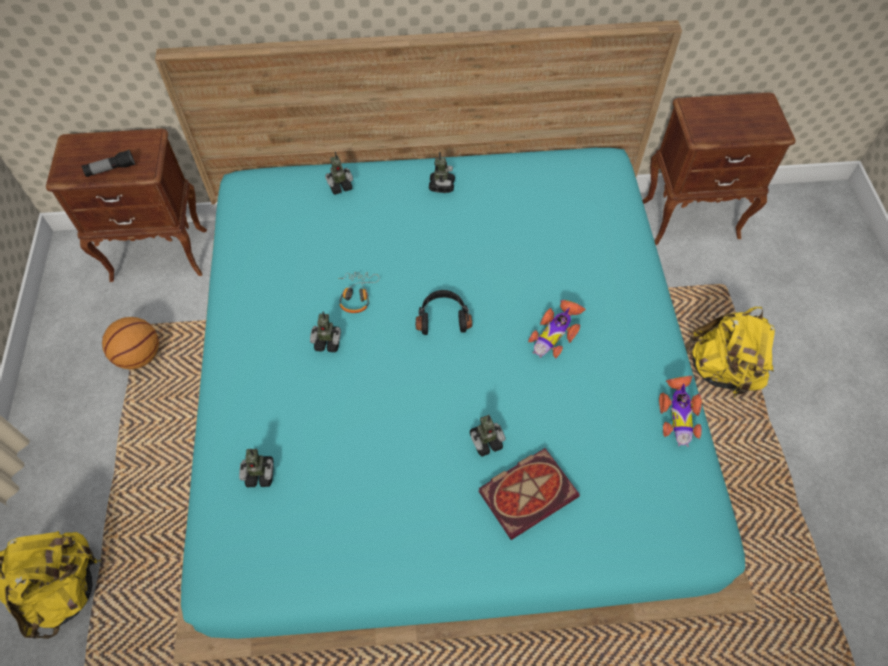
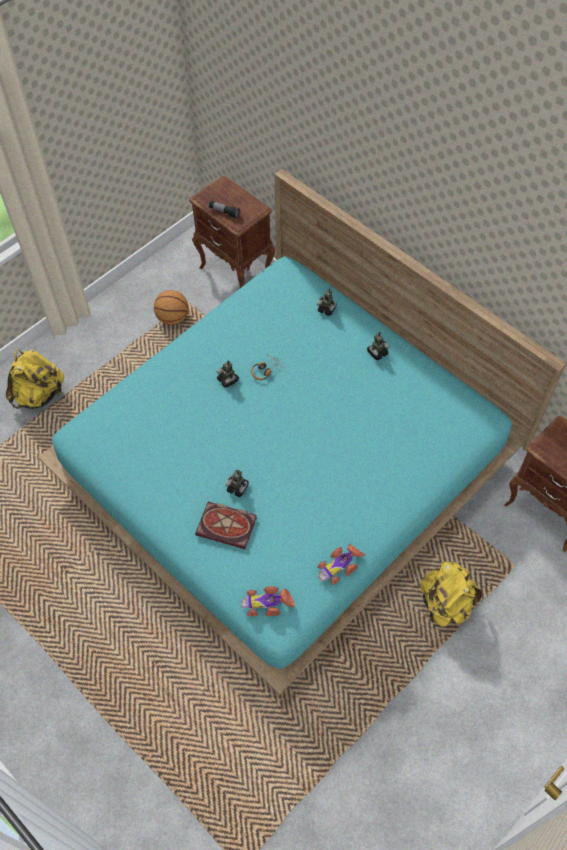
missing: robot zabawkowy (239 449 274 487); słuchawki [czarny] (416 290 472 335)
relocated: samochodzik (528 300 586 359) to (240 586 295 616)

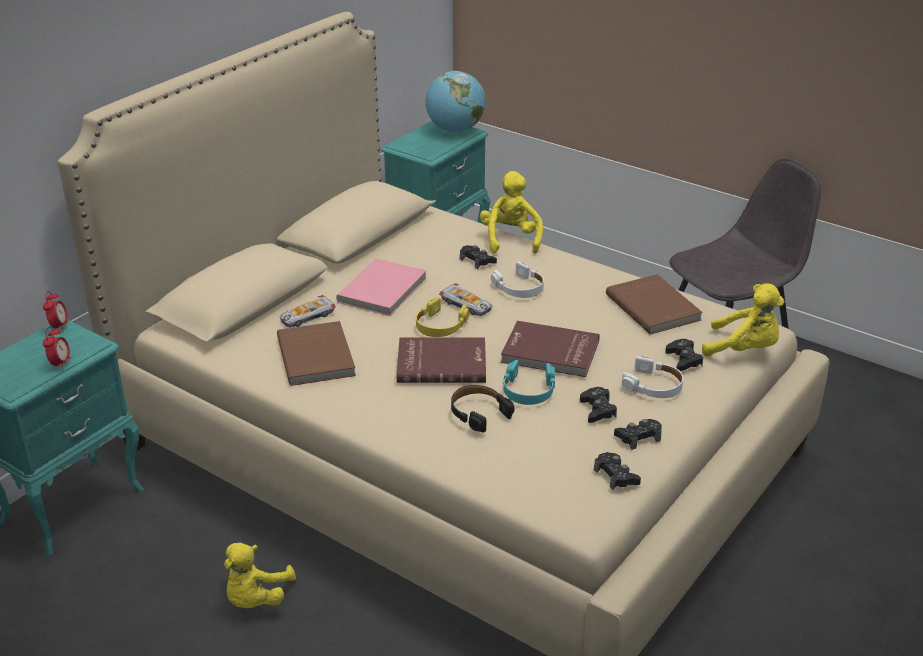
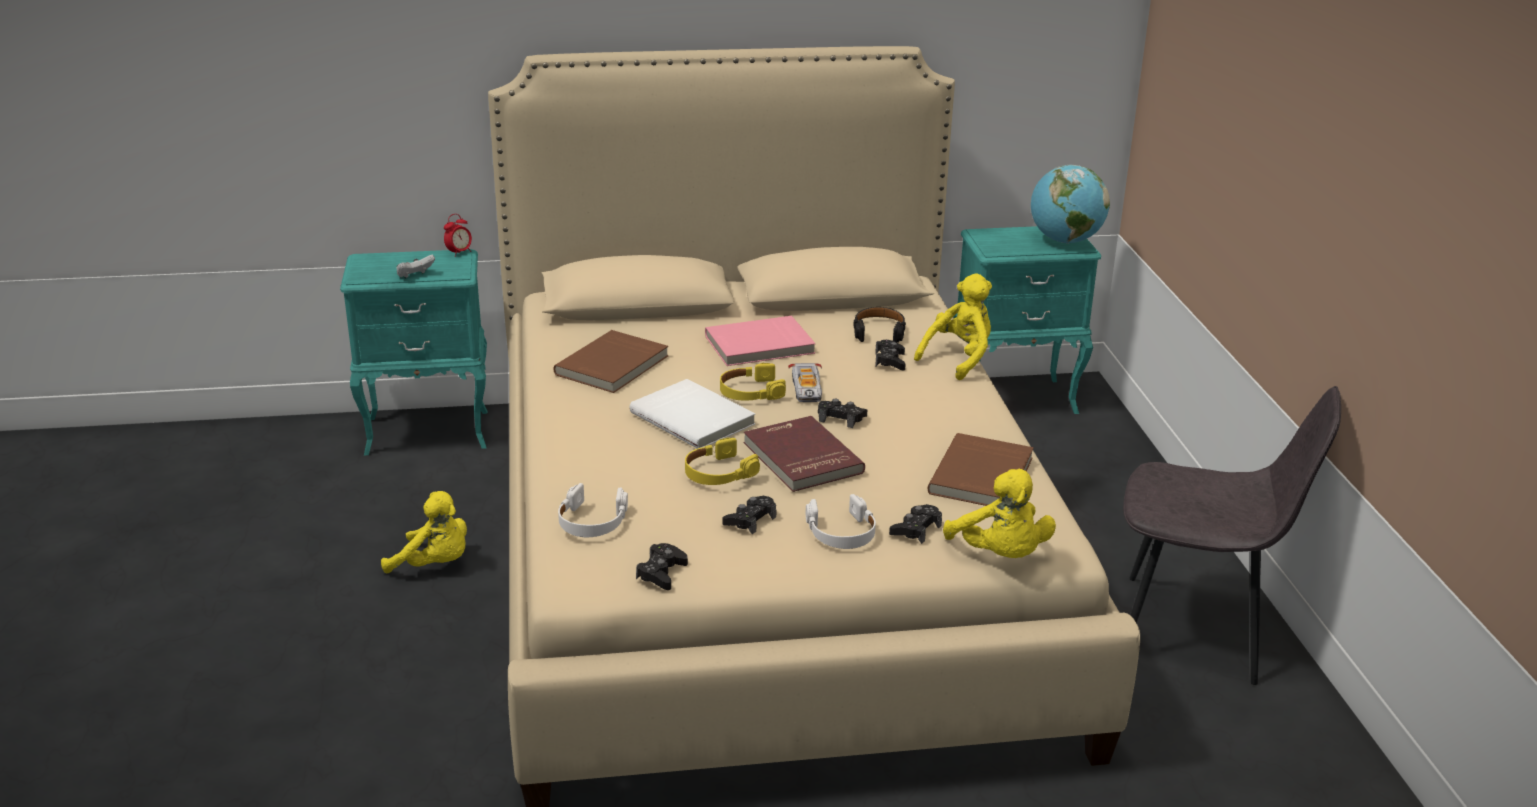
missing: samochodzik (280 295 336 328)
relocated: słuchawki [czarny] (451 385 514 433) to (854 307 906 343); słuchawki [biały] (491 261 544 298) to (558 483 628 537); pad do gier [czarny] (614 419 662 450) to (818 399 867 428)
exchanged: budzik (43 327 71 370) to pad do gier [biały] (397 255 435 278)
colour: książka [czerwony] (397 337 486 383) to książka [biały] (630 379 755 449); słuchawki [turkusowy] (503 360 555 405) to słuchawki [żółty] (685 438 760 485)
spun: pluszak [żółty] (224 543 296 608) = (381 491 467 574) 135 degrees counterclockwise

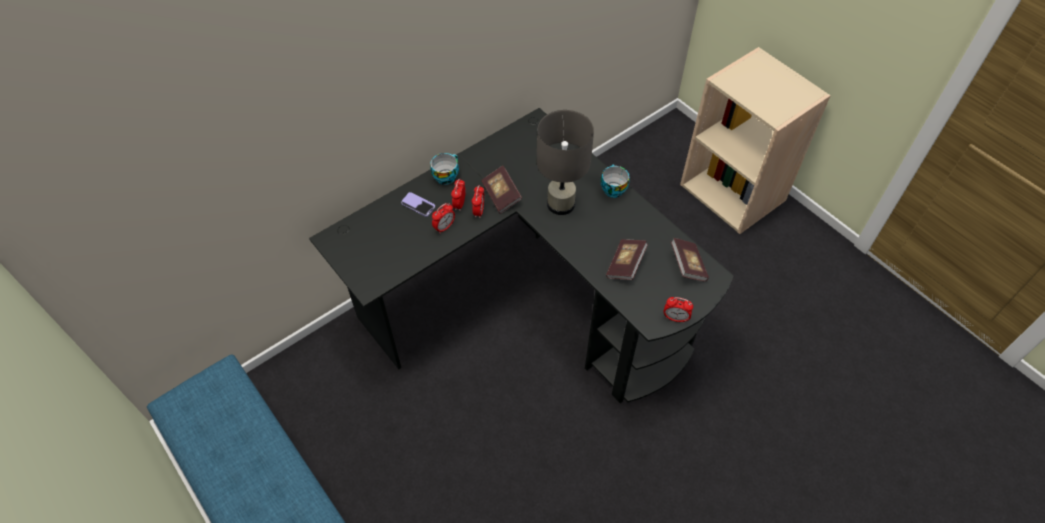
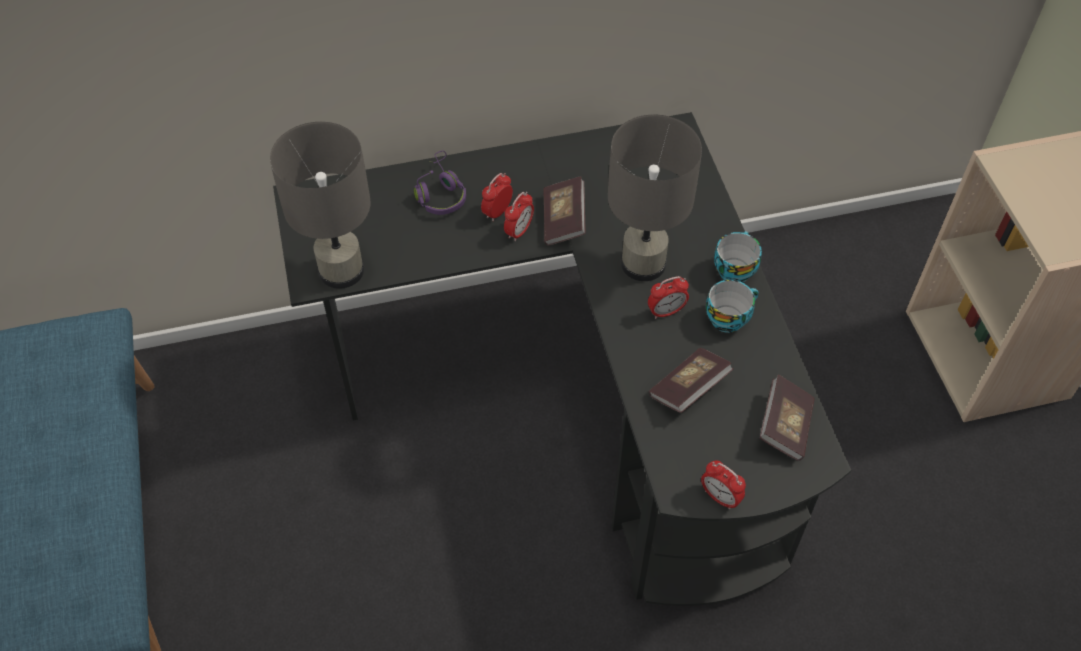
appeared: lampa stołowa [szary] (270 122 370 289)
relocated: filiżanka (430 153 459 185) to (706 280 759 333); budzik (432 203 455 234) to (648 276 689 319)
exchanged: telefon (401 192 435 217) to słuchawki [fioletowy] (414 151 466 215)

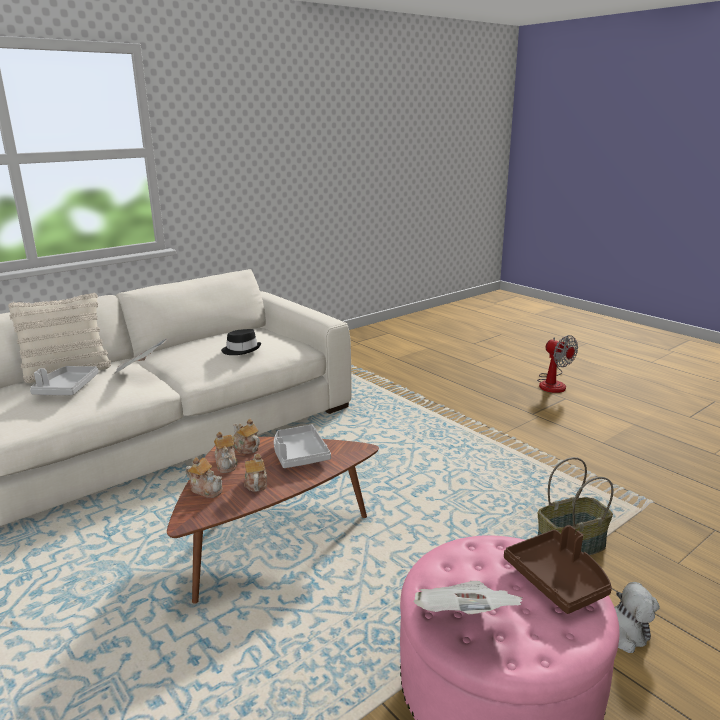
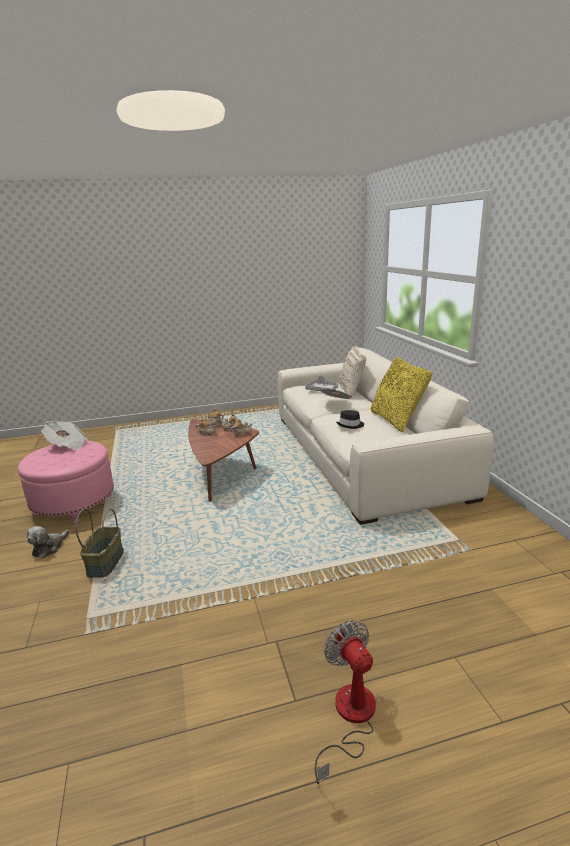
missing: taca [szary] (274 424 331 468); taca [brązowy] (504 525 612 614)
appeared: poduszka [żółty] (370 357 433 432)
spun: wentylator (537 335 578 393) = (315 620 376 784) 75 degrees clockwise

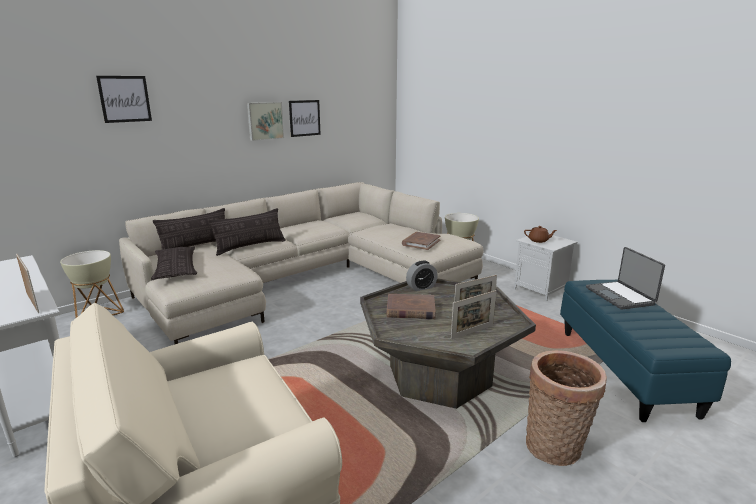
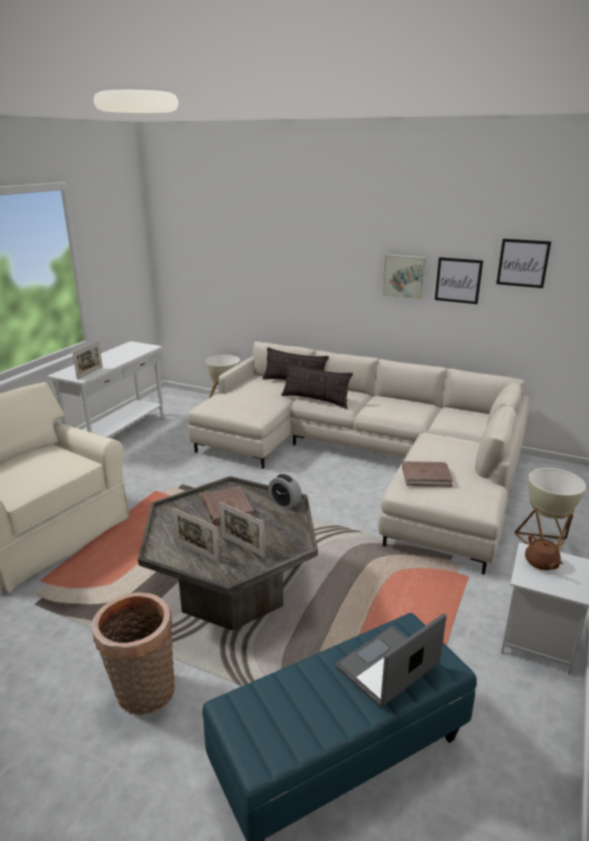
missing: poduszka (151 246 197 280)
relocated: obraz (96 76 152 123) to (496 239 551 288)

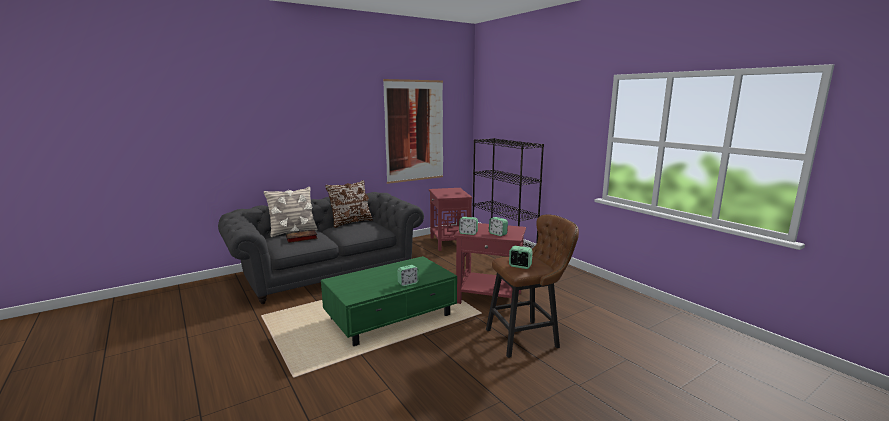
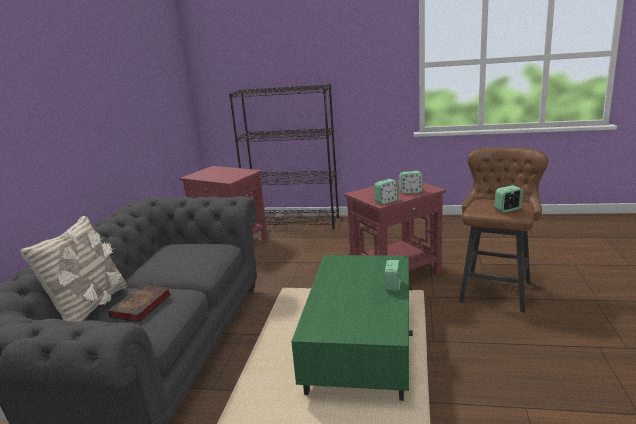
missing: poduszka [brązowy] (325 180 373 228); obraz (383 79 443 184)

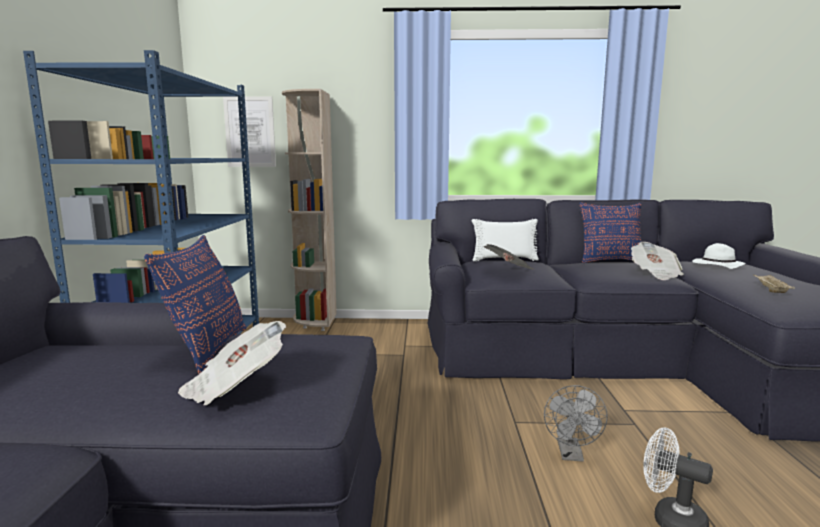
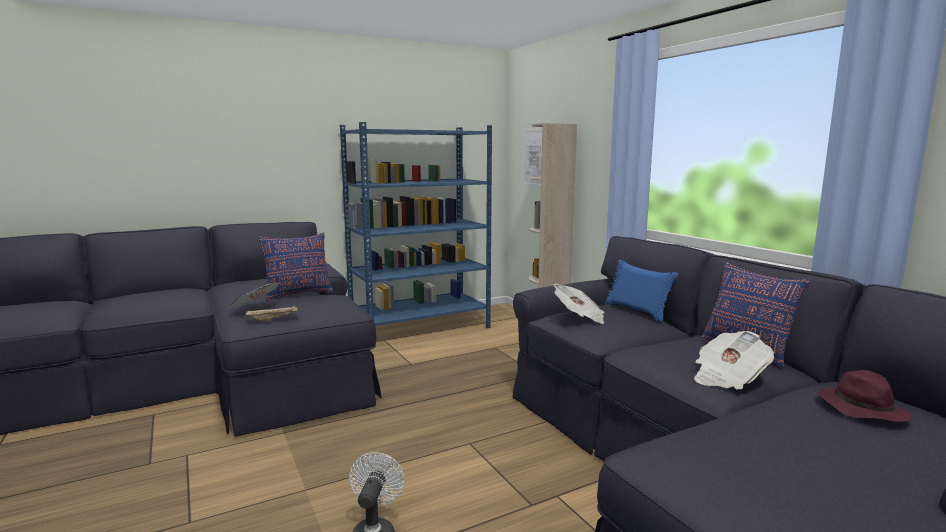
missing: wentylator [szary] (544 385 608 462)
relocated: taca [beżowy] (753 275 795 293) to (245 305 298 321)
colour: poduszka [biały] (472 219 539 261) to poduszka [niebieski] (605 260 678 322); kapelusz [biały] (692 243 746 269) to kapelusz [fioletowy] (817 370 913 422)

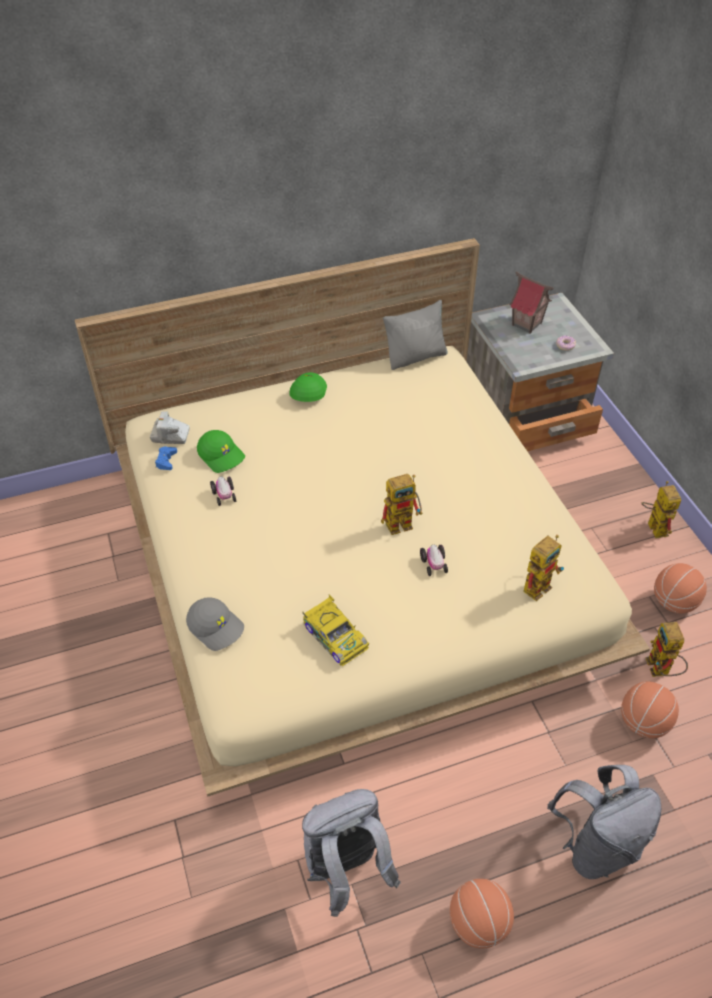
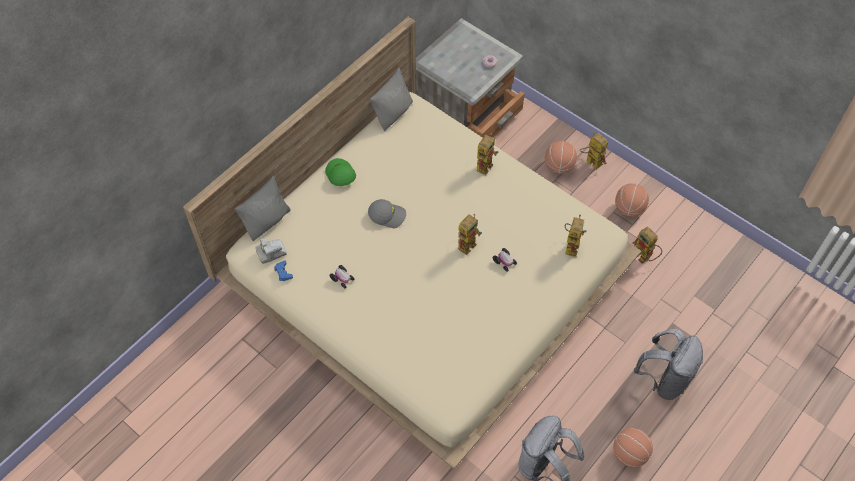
missing: czapka z daszkiem [zielony] (197 430 245 473); samochodzik (302 595 369 667); domek (509 272 554 334)
appeared: poduszka [szary] (234 176 291 241); robot zabawkowy (477 133 499 175)
relocated: czapka z daszkiem [szary] (186 597 244 651) to (368 199 406 228); piłka do koszykówki (621 681 679 739) to (545 141 577 174)

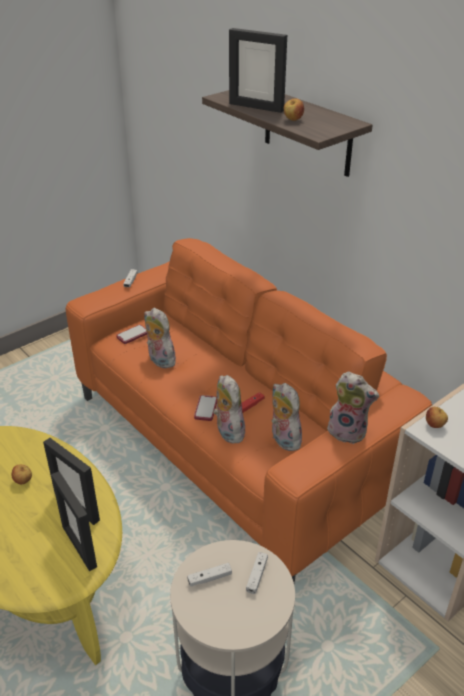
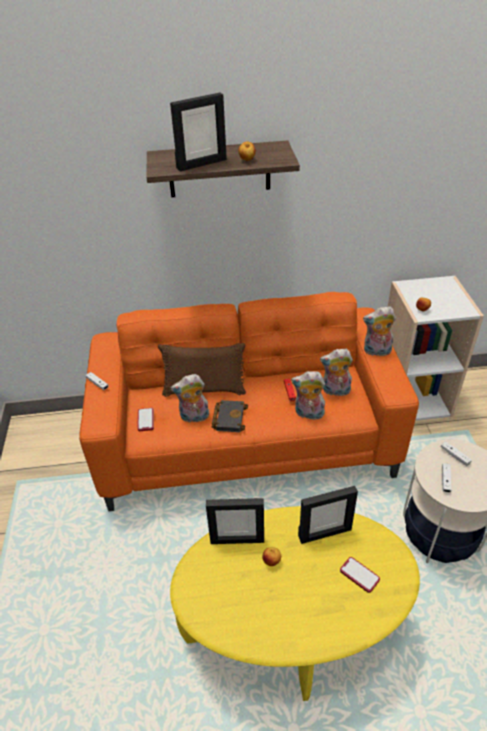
appeared: poduszka [brązowy] (158 343 246 397); książka [czarny] (212 400 248 432)
relocated: ramka na zdjęcie (51 471 97 571) to (206 498 264 544); telefon (194 395 217 421) to (340 557 380 593)
spun: pluszak (326 372 379 444) = (363 306 396 356) 150 degrees counterclockwise

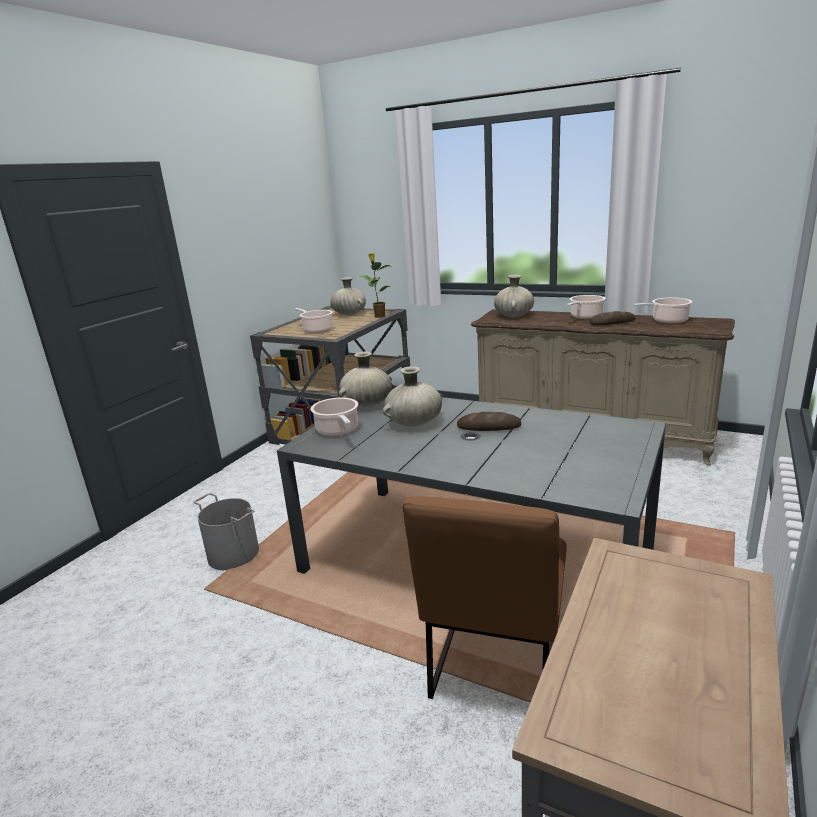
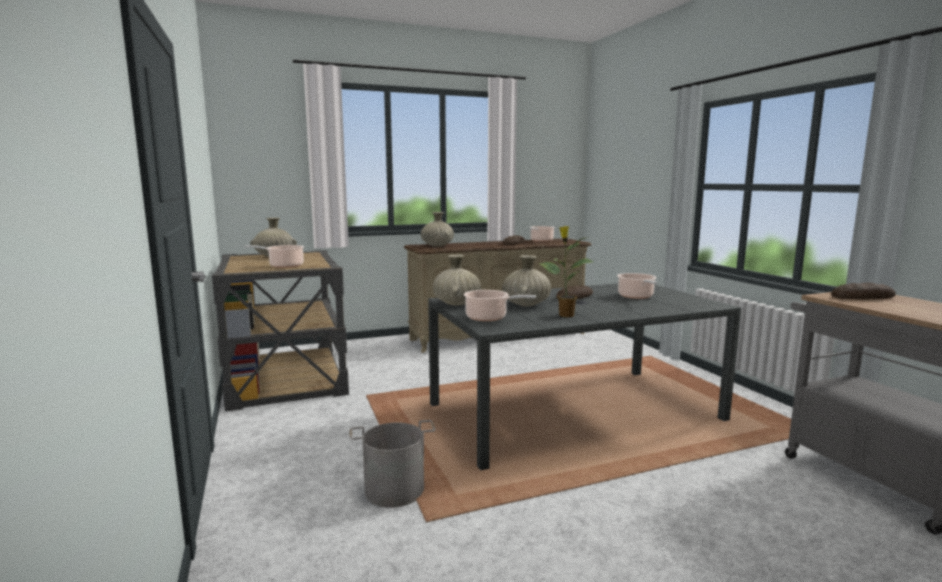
missing: krzesło [brązowy] (403 496 567 699)
appeared: chleb (831 283 896 300)
relocated: roślina doniczkowa (360 253 393 318) to (539 226 594 317); garnek (567 295 606 319) to (617 273 657 299)

